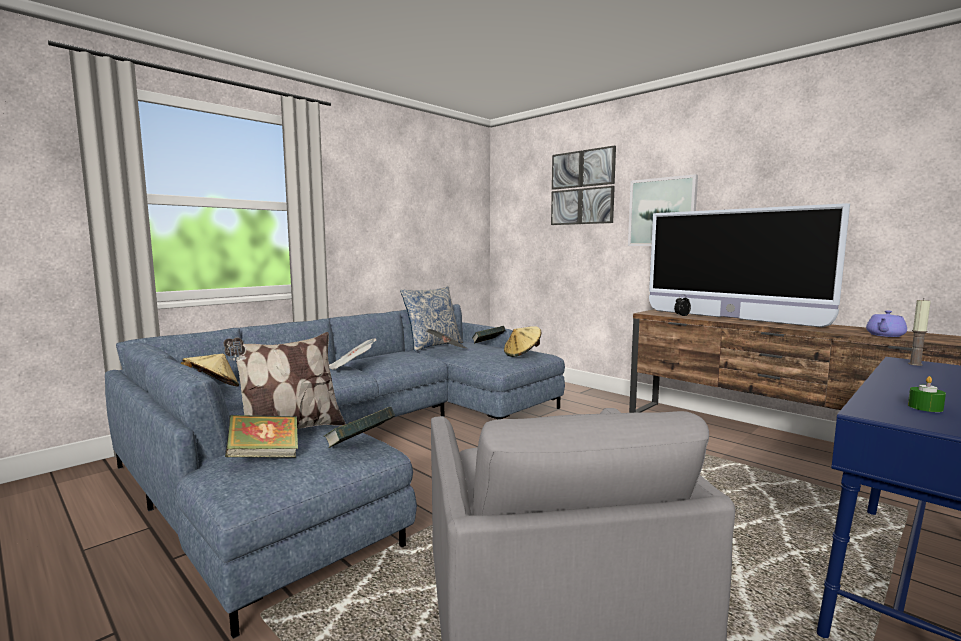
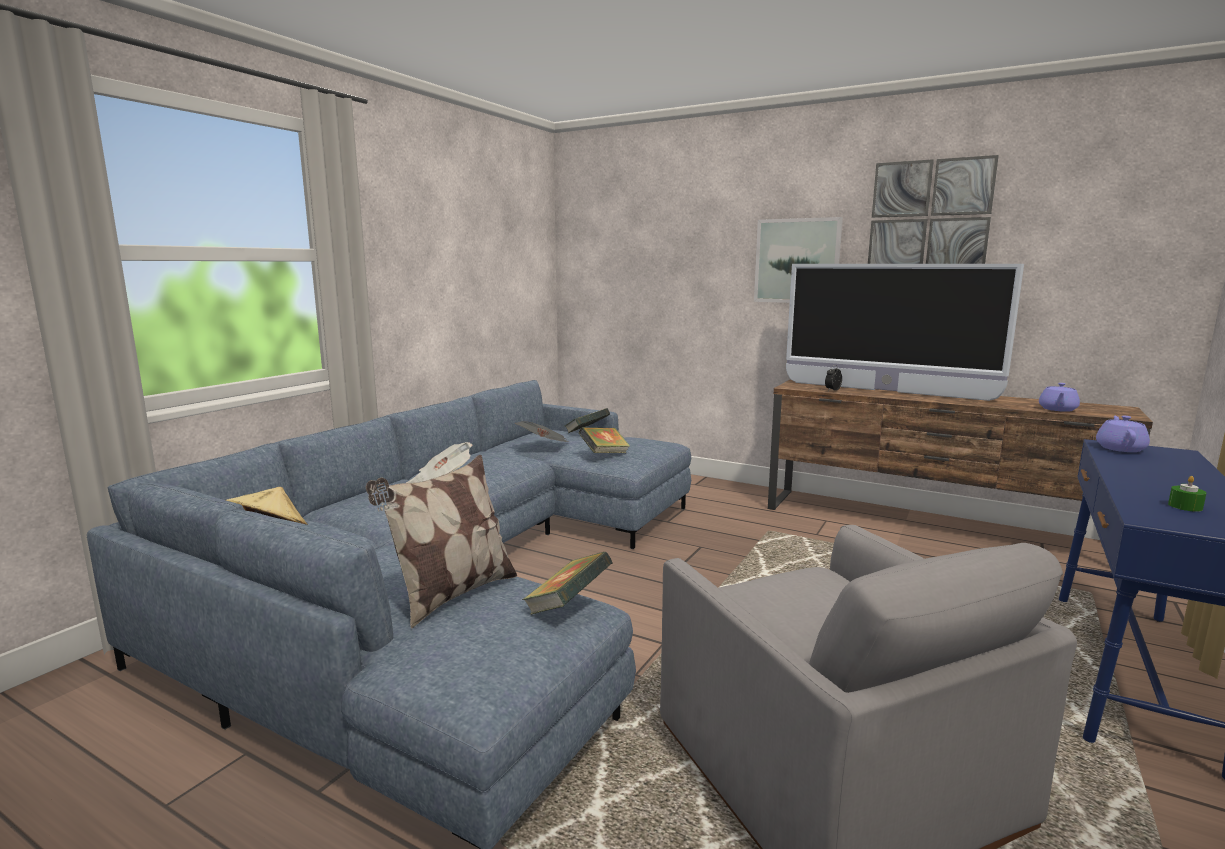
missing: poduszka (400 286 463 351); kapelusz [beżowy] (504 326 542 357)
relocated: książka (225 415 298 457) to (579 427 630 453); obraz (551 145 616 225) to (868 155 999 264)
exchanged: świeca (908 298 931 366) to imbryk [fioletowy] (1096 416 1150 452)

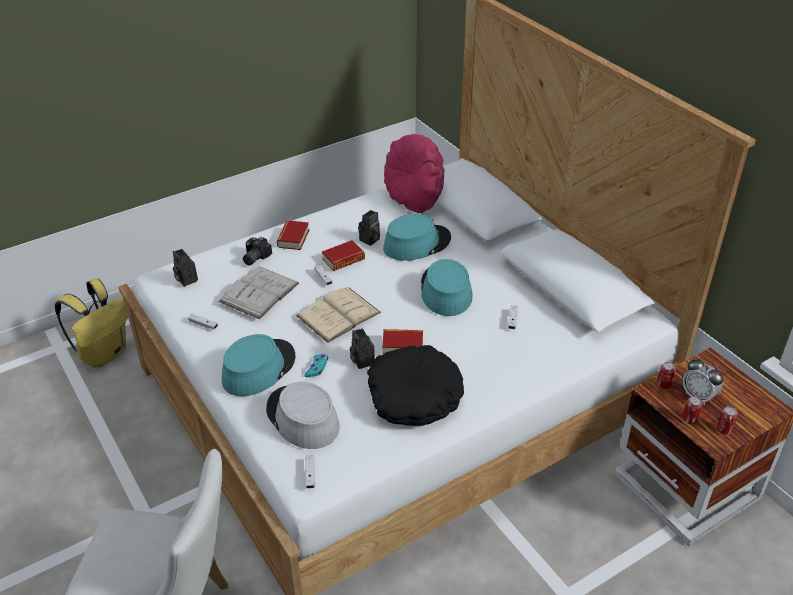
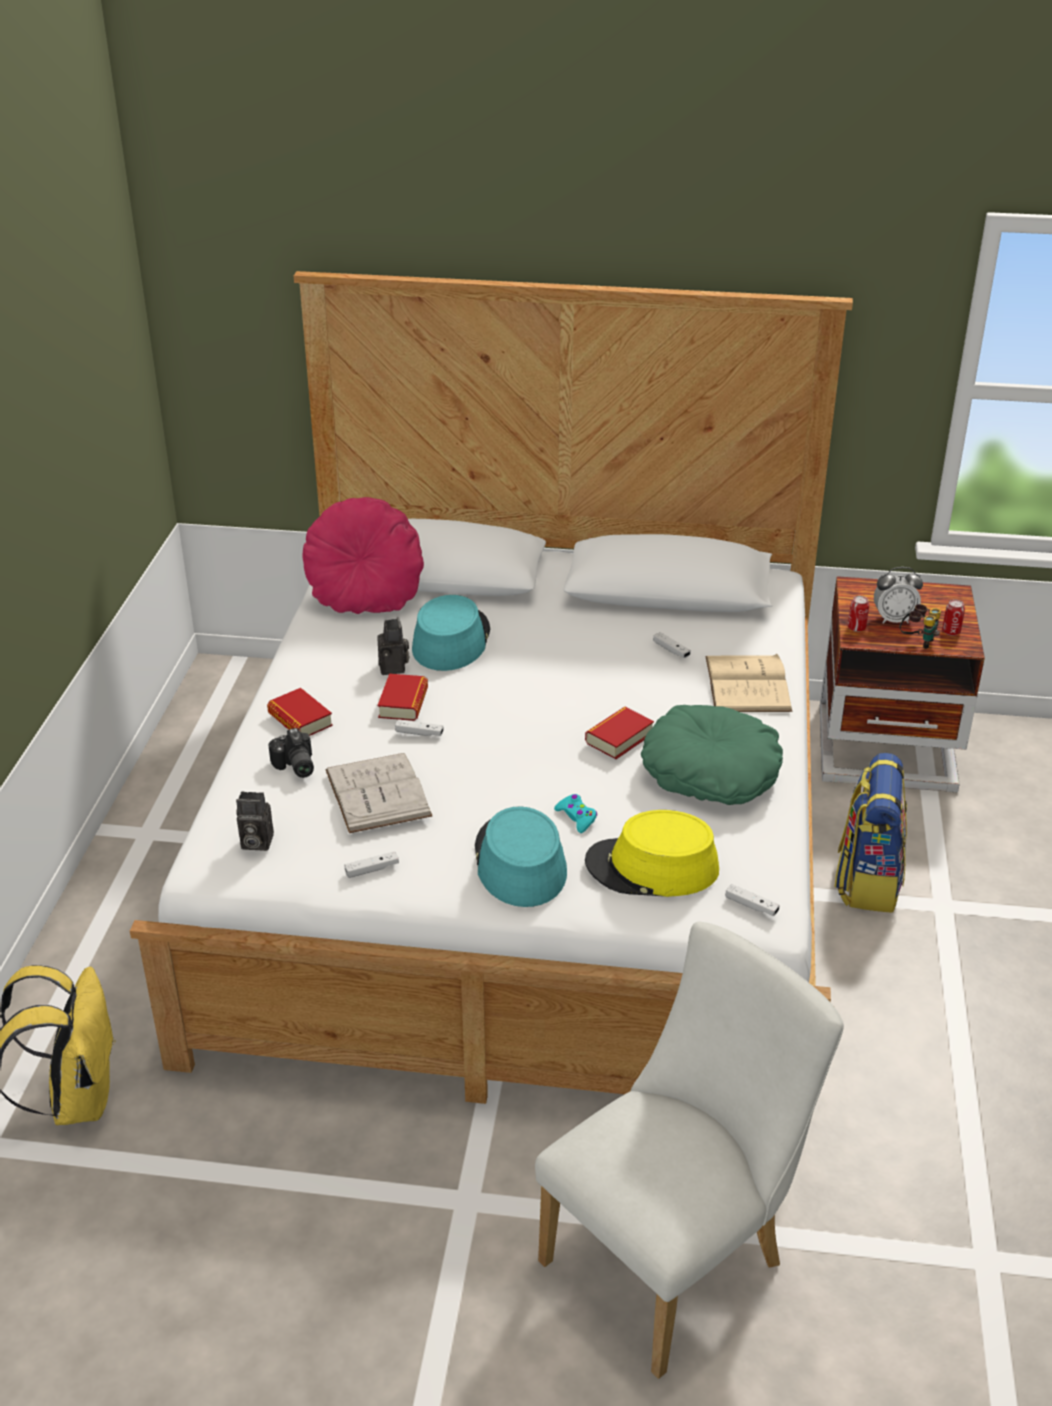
missing: aparat fotograficzny (350 328 375 369); kapelusz [turkusowy] (421 259 473 316)
appeared: plecak (834 753 907 913)
relocated: książka [beżowy] (296 287 381 343) to (706 654 792 712)
exchanged: puszka (682 396 702 424) to lornetka (900 604 941 649)
colour: kapelusz [szary] (266 382 340 449) to kapelusz [żółty] (585 810 719 897); poduszka [czarny] (367 345 464 426) to poduszka [zielony] (641 705 783 805)

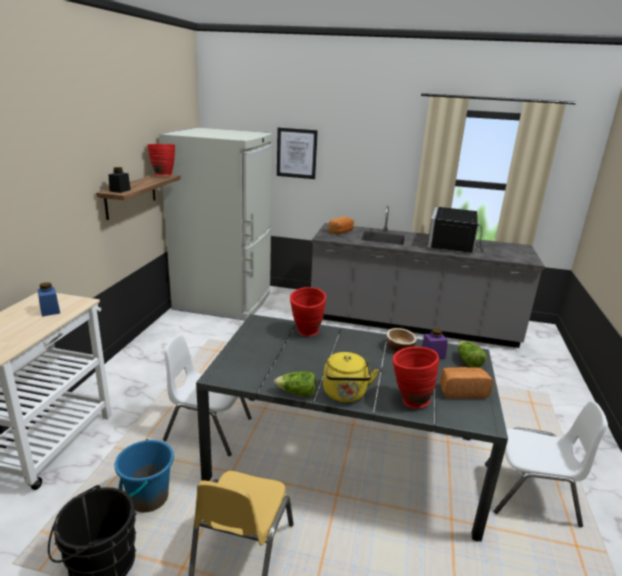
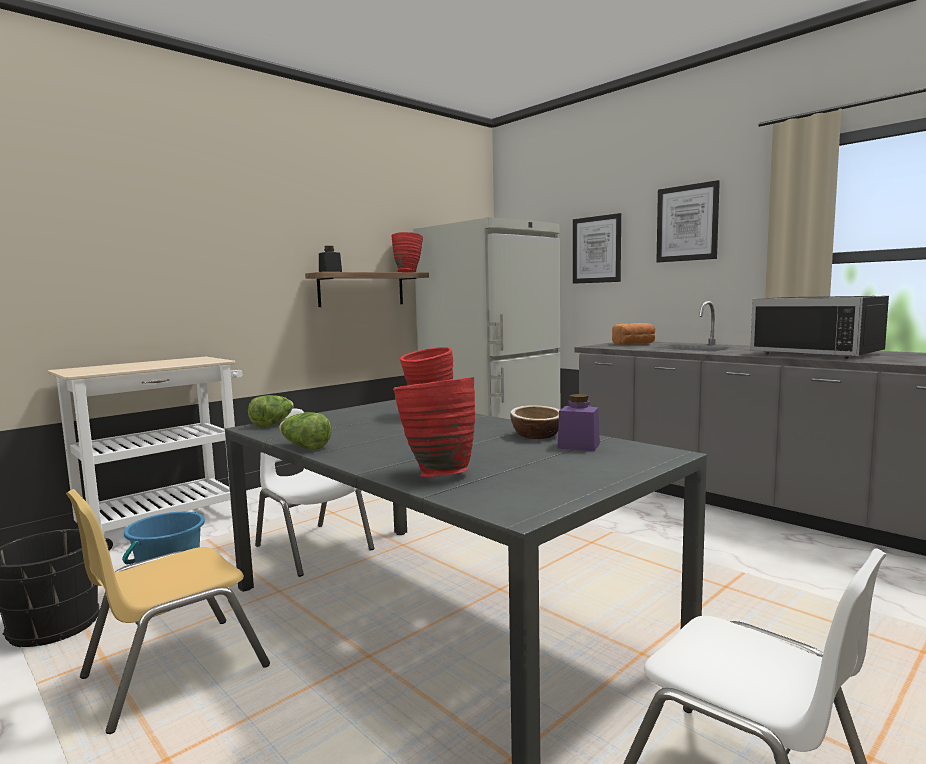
missing: słoik [niebieski] (37 282 60 317); czajnik [żółty] (323 352 379 402); chleb (440 367 493 399)
appeared: obraz (656 180 720 262)
relocated: sałata (458 341 486 368) to (248 395 294 427)
spun: mikrofalówka [czarny] (427 207 484 253) = (750 296 889 358) 90 degrees counterclockwise

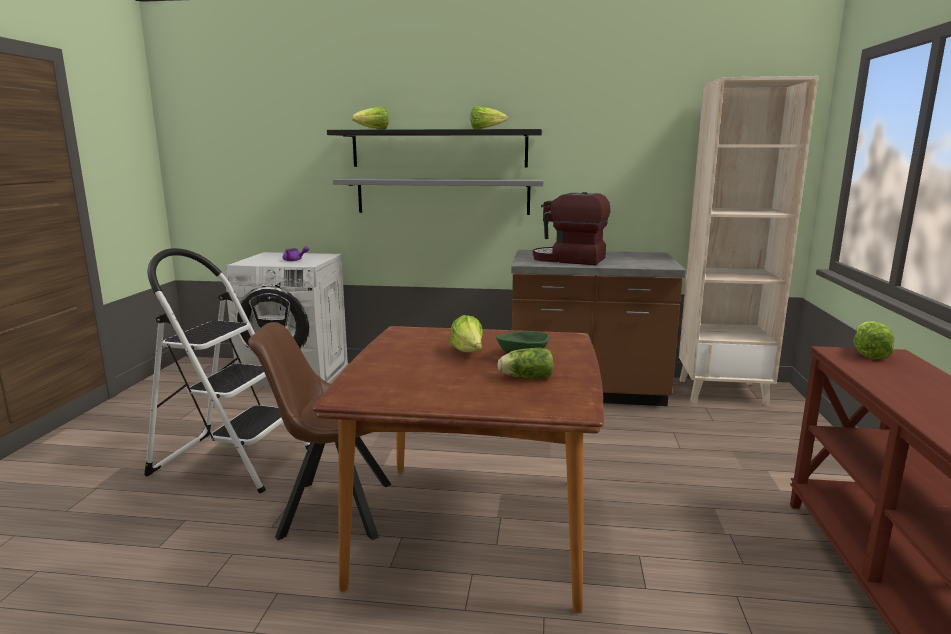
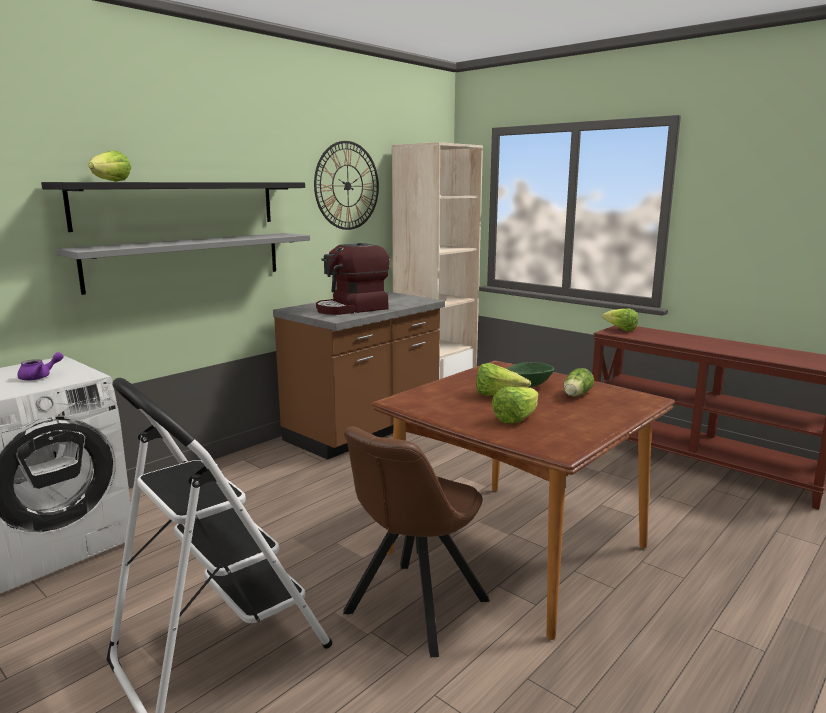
appeared: zegar ścienny (314 141 379 230)
relocated: sałata (470 106 508 129) to (492 387 538 424)

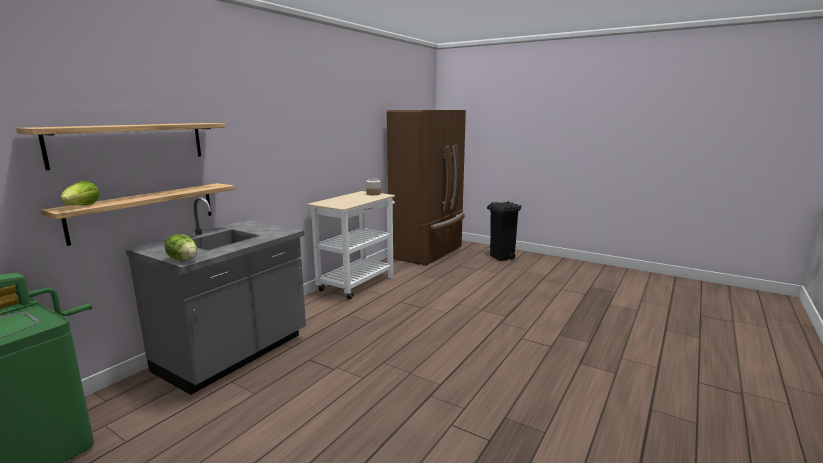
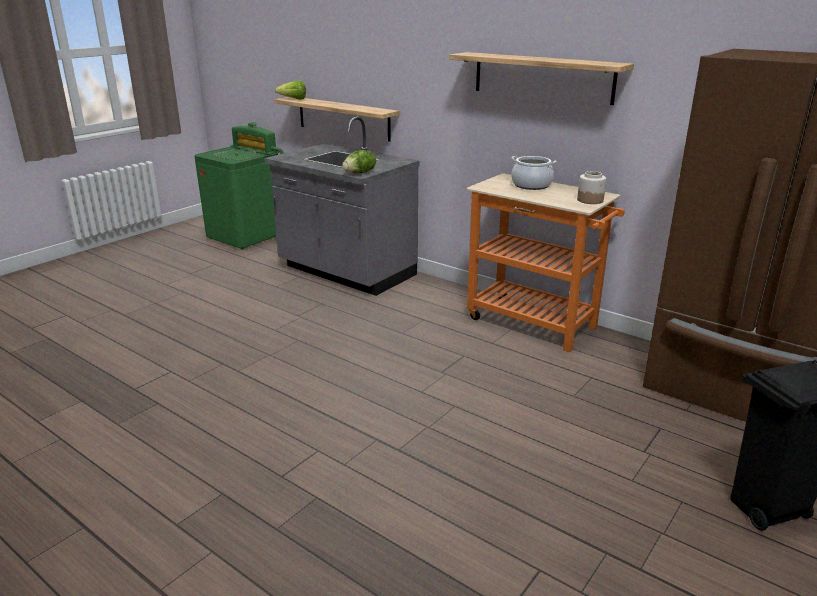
appeared: garnek (511 156 557 190)
relocated: półka (16 123 225 170) to (449 52 634 105); sałata (165 234 197 261) to (342 150 376 174)
colour: wózek [biały] (308 191 395 300) to wózek [pomarańczowy] (467 173 625 352)

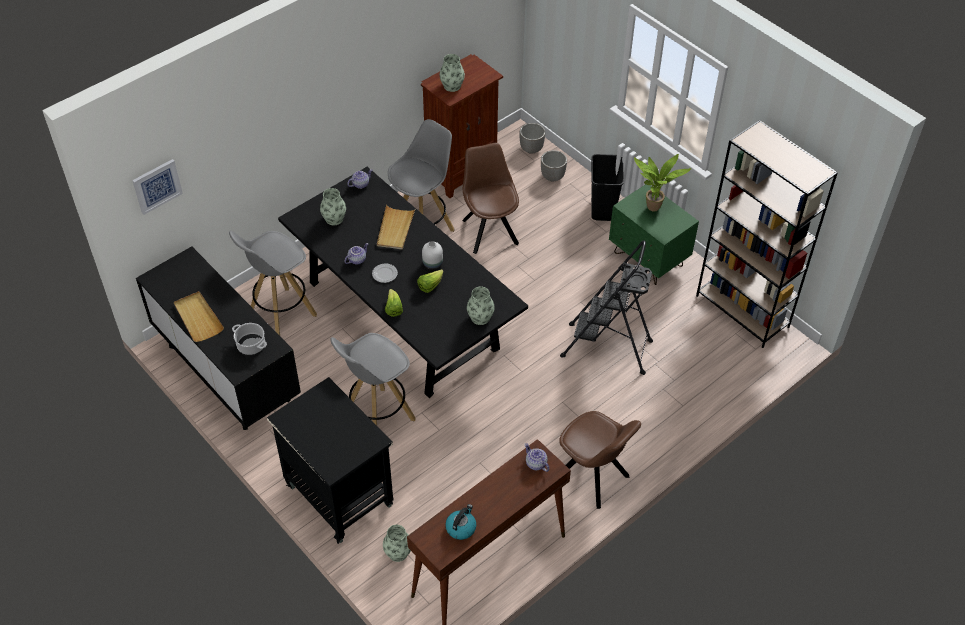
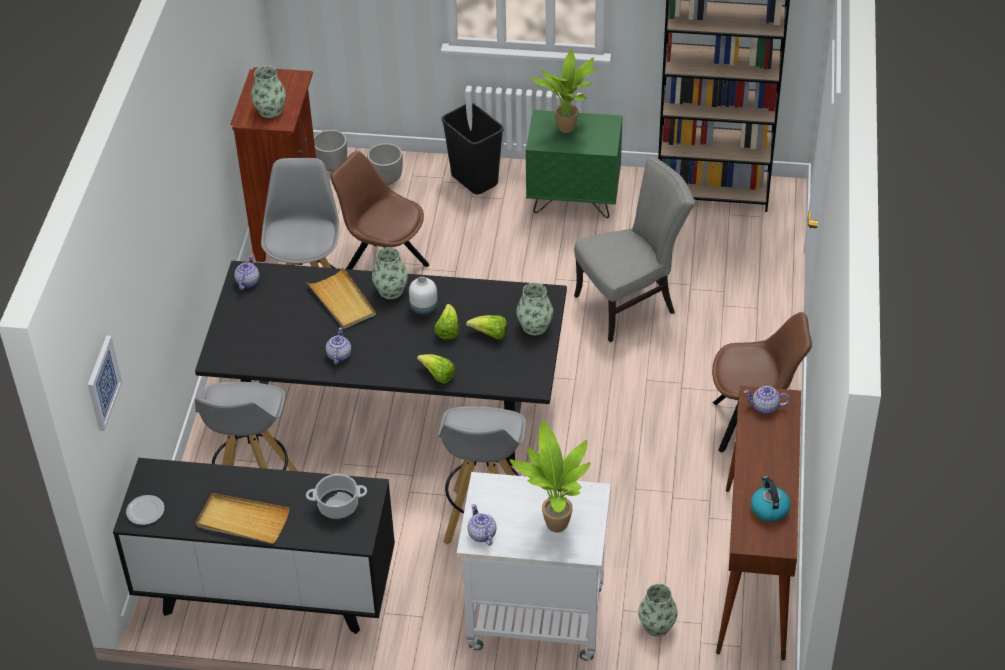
appeared: sałata (466 315 507 339); imbryk (467 504 497 546); roślina doniczkowa (510 420 591 532)
relocated: wazon (320 188 346 225) to (372 247 408 299); talerz (372 264 398 283) to (126 495 164 525)
exchanged: drabinka (560 240 653 375) to krzesło [szary] (574 156 695 342)
colour: wózek [czarny] (267 377 393 544) to wózek [biały] (457 472 611 662)

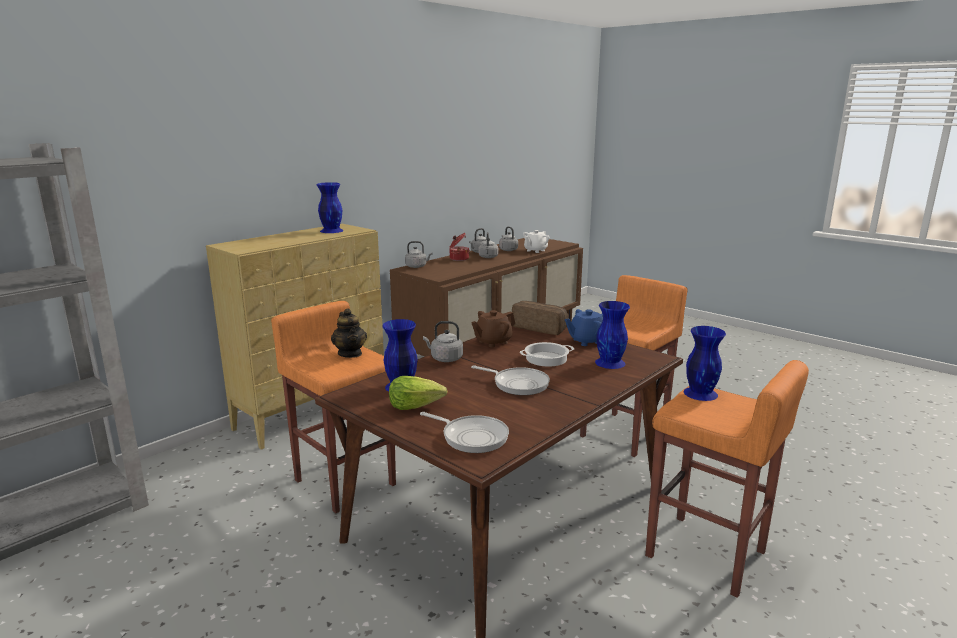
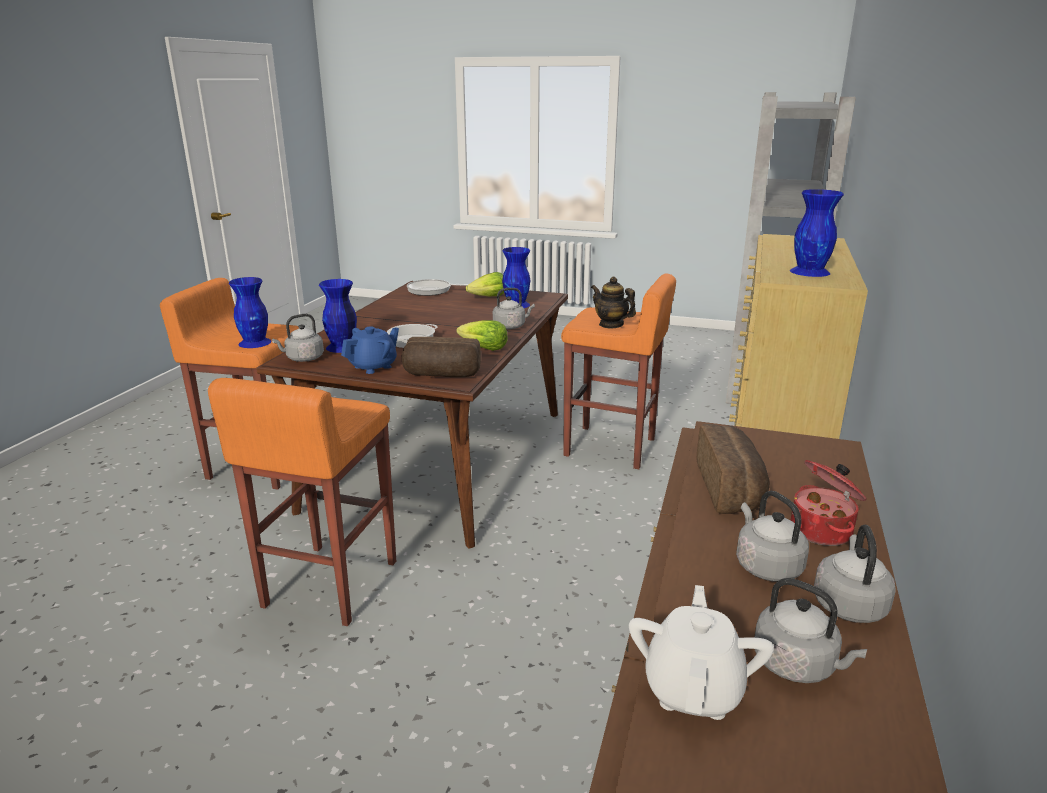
missing: patelnia (471 365 550 395)
appeared: chleb (696 424 770 514)
relocated: czajnik [szary] (405 241 432 268) to (272 314 324 362)
exchanged: imbryk [brązowy] (471 310 515 347) to sałata (456 320 508 351)

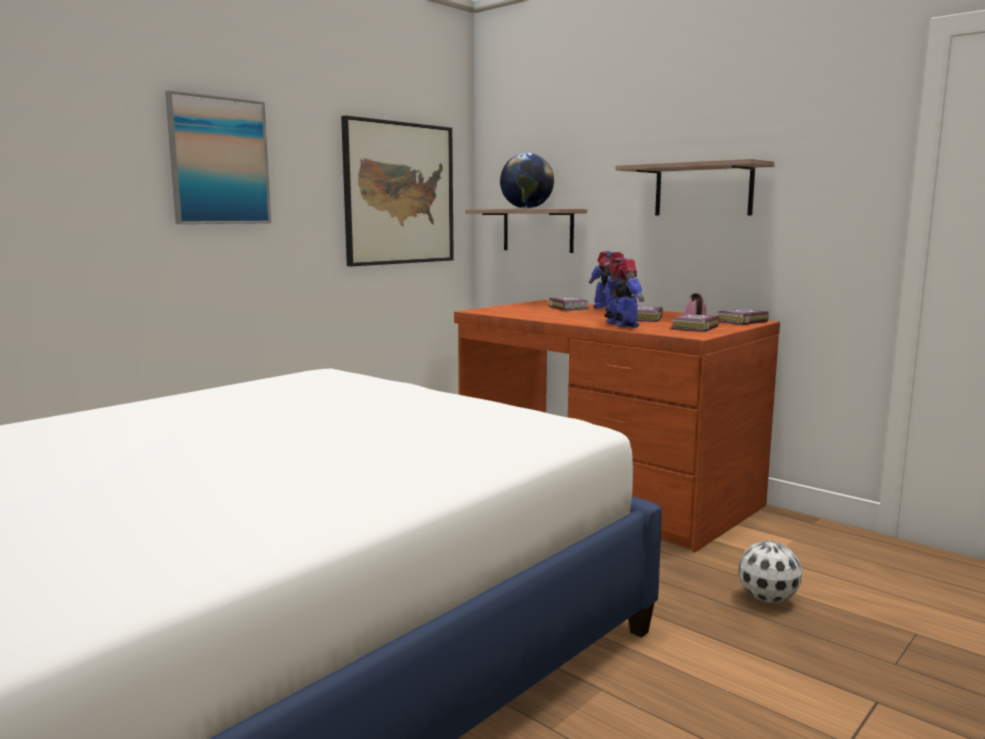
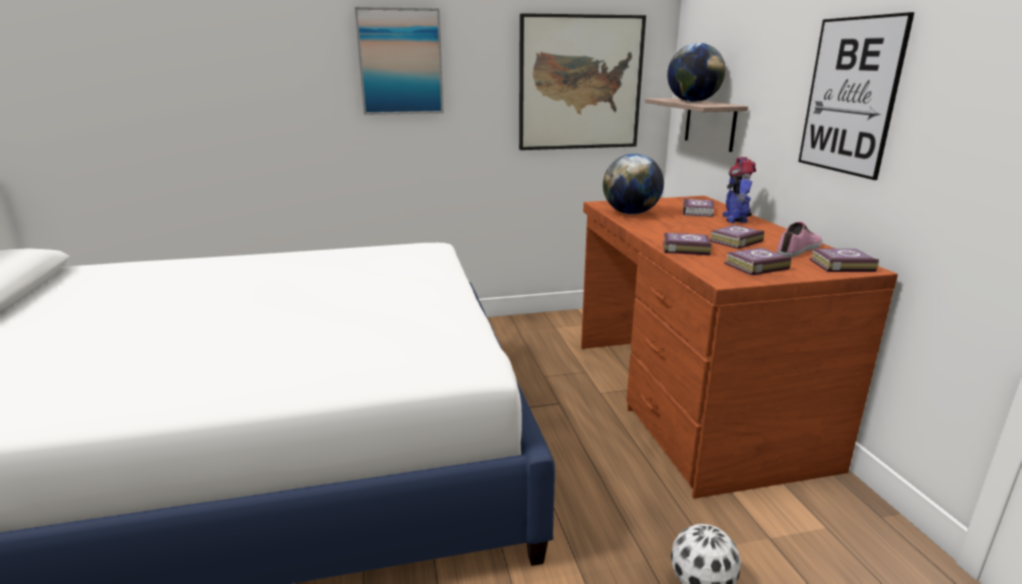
appeared: globus (603 154 664 214)
exchanged: robot zabawkowy (605 258 644 328) to książka (663 233 712 255); półka (615 158 775 216) to obraz (798 12 915 180)

